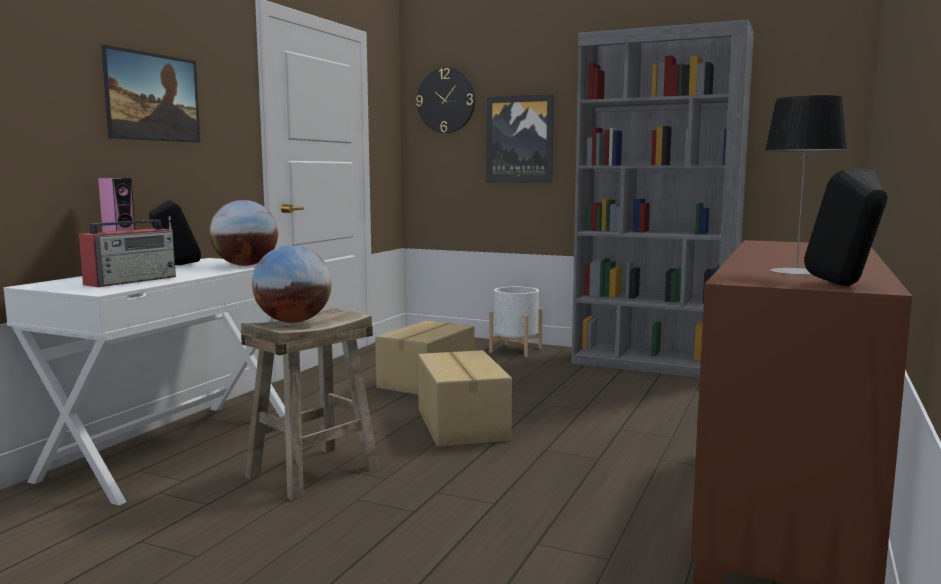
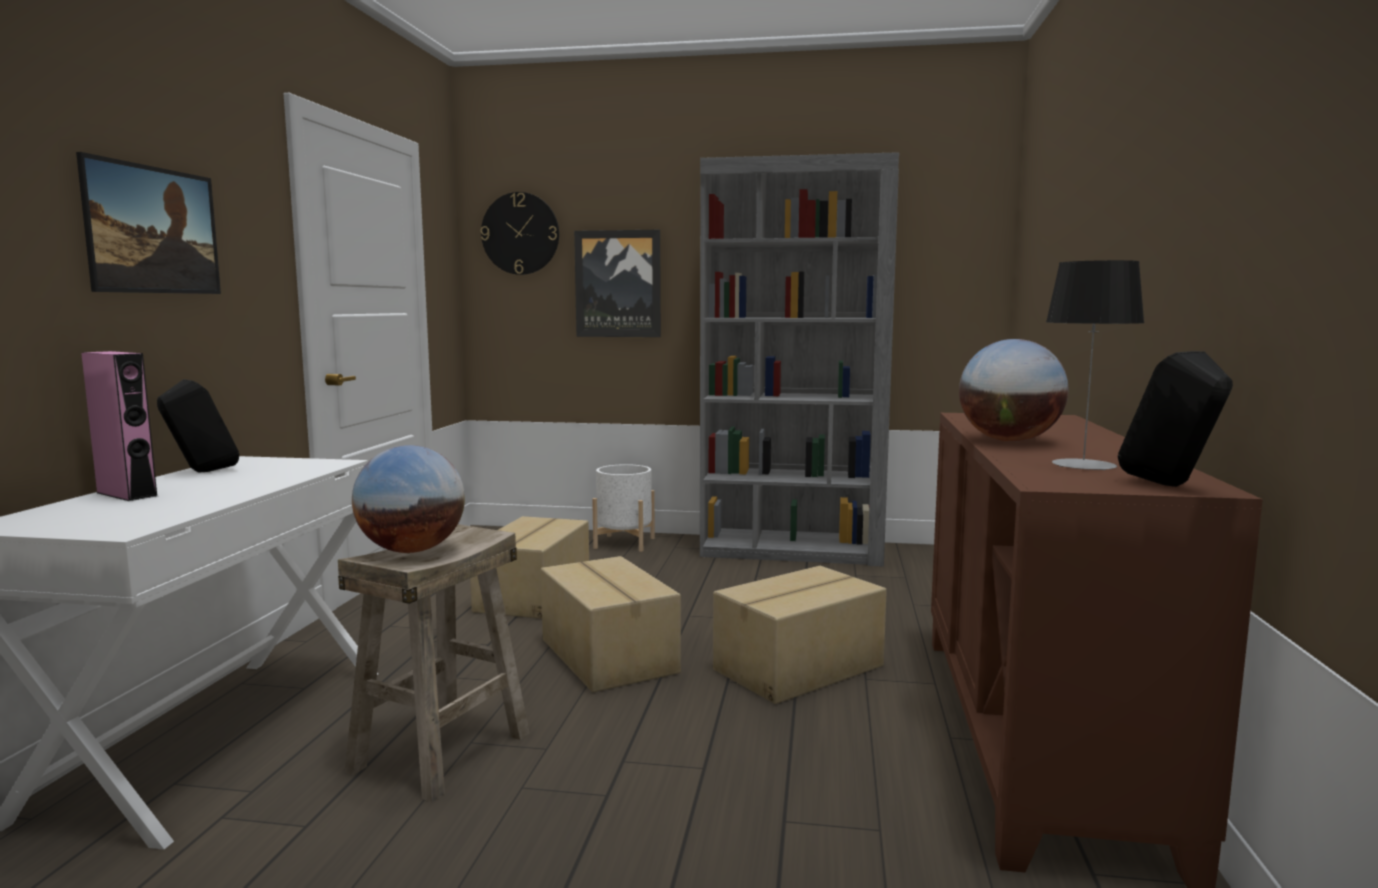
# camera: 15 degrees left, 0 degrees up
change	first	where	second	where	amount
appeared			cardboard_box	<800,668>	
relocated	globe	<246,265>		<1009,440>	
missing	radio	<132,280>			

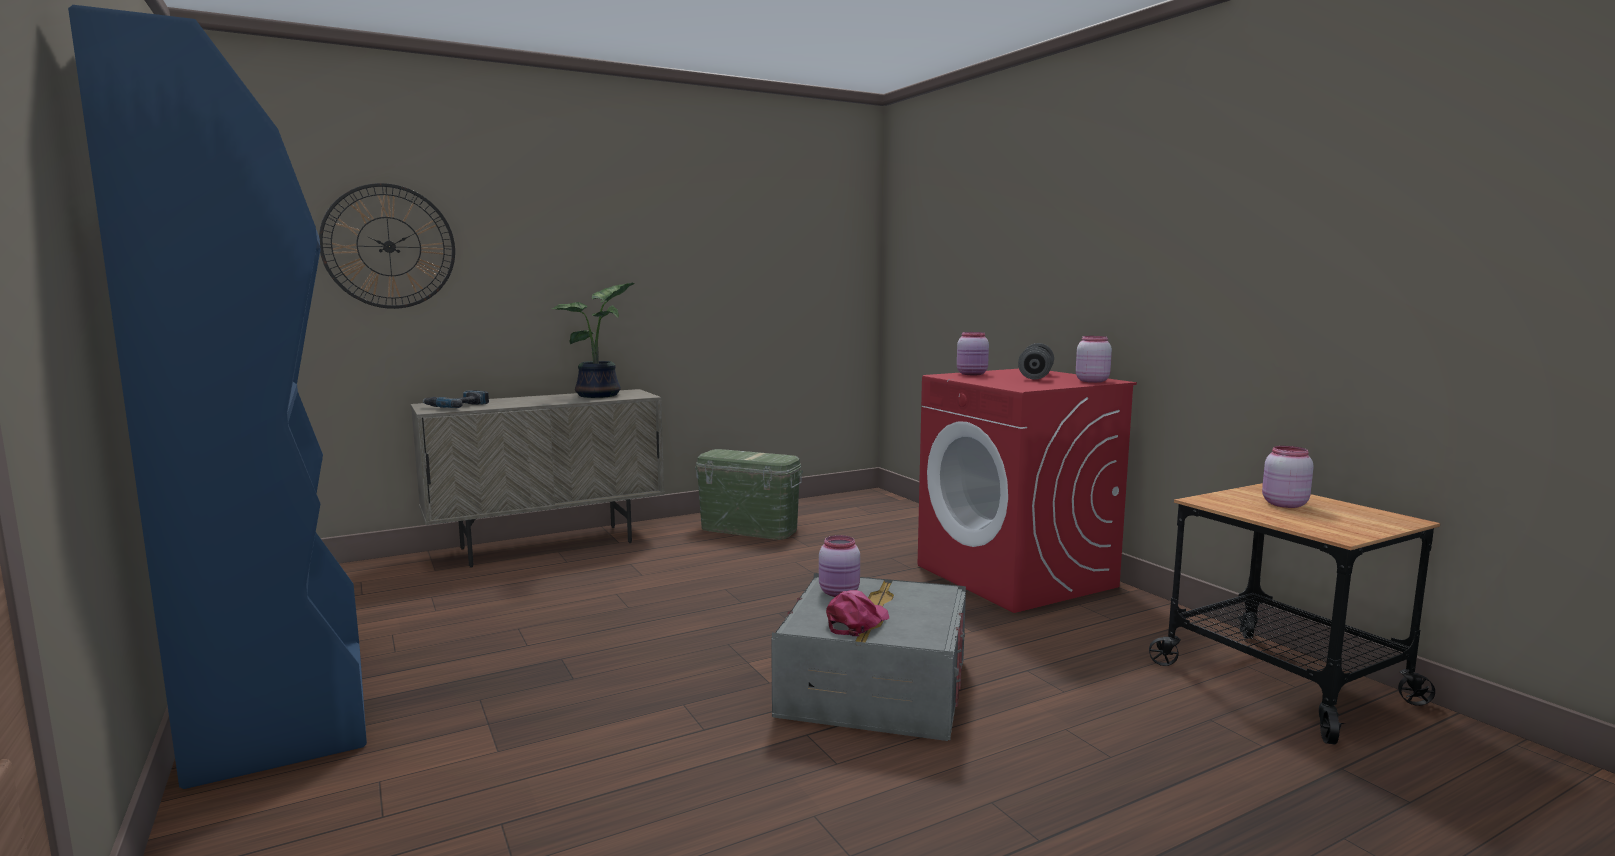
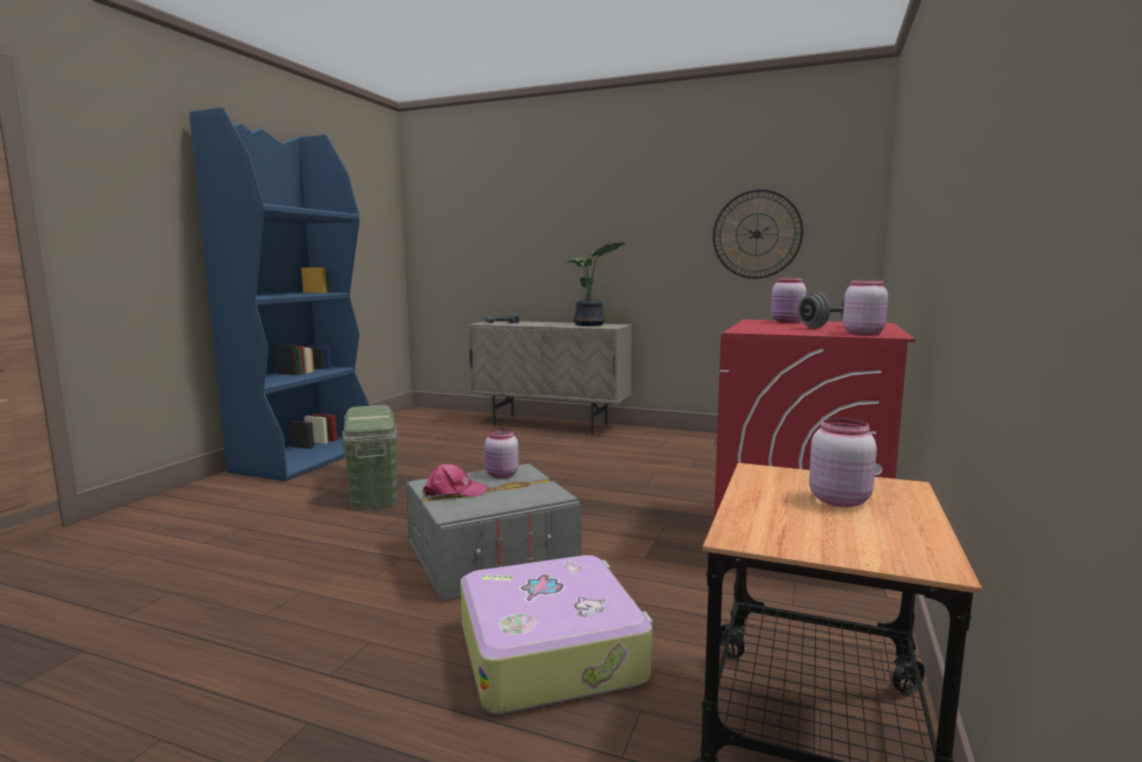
# camera: 50 degrees right, 0 degrees up
change	first	where	second	where	amount
relocated	green_storage_box	<749,529>		<374,491>	
appeared			suitcase	<552,651>	
relocated	wall_clock	<389,246>		<756,234>	

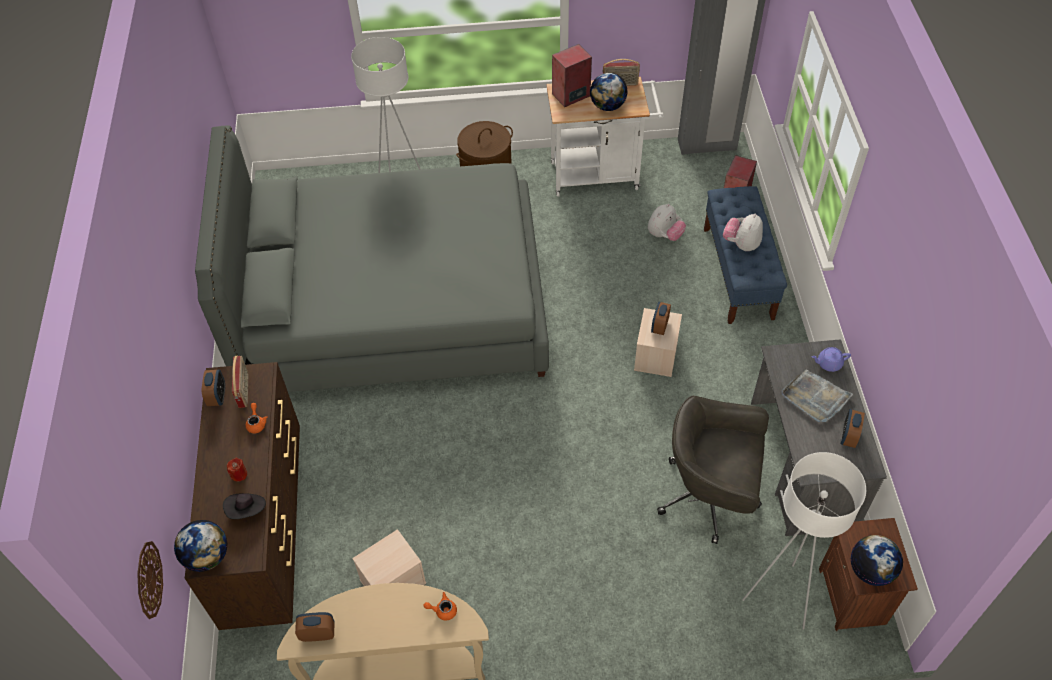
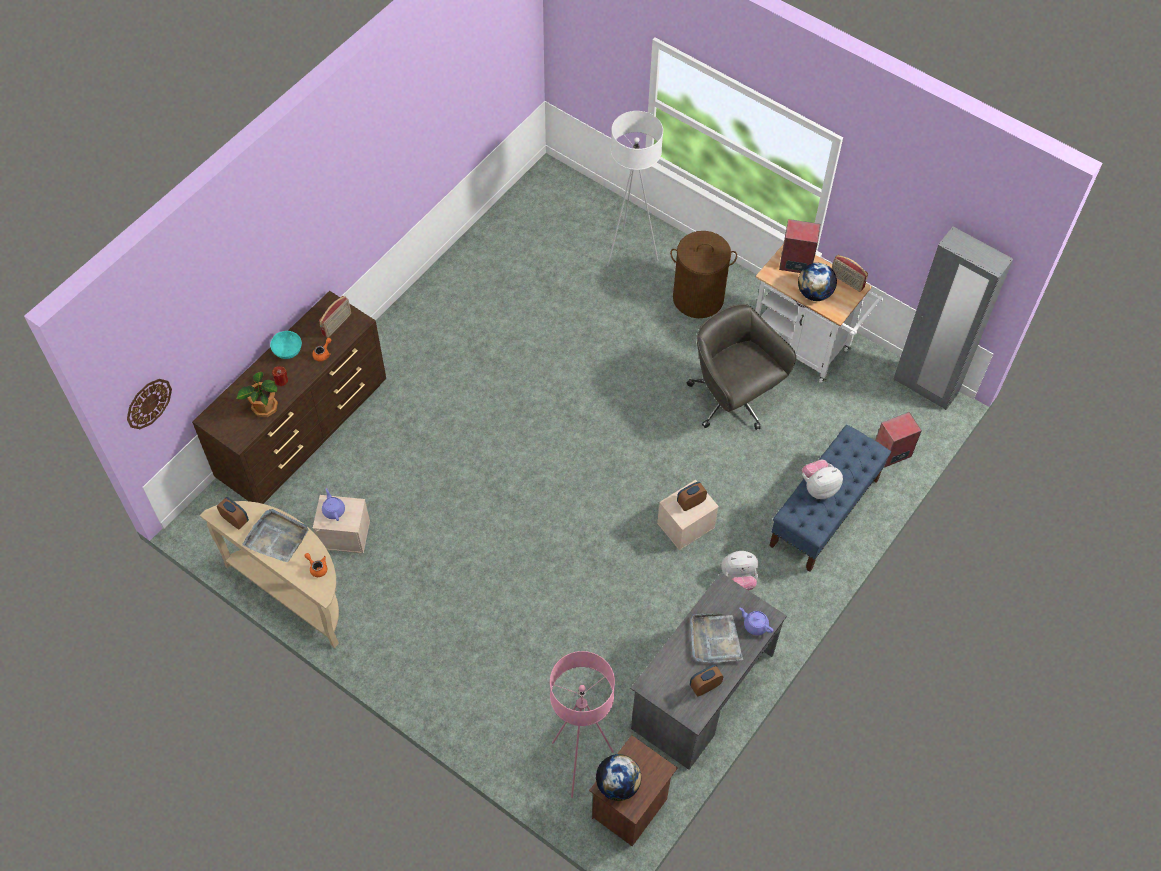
# camera: 40 degrees right, 5 degrees up
change	first	where	second	where	amount
exchanged	black_hat	<247,510>	potted_plant	<264,407>	
appeared			grey_tray	<277,537>	
appeared			turquoise_bowl	<287,350>	
appeared			purple_teapot	<333,510>	
colour	white_floor_lamp	<780,596>	pink_floor_lamp	<580,763>	
relocated	grey_office_chair	<710,496>		<732,400>	
relocated	plush_toy	<664,235>		<738,579>	
missing	globe	<207,557>			
missing	grey_bed	<393,306>			
missing	alarm_clock	<217,396>			

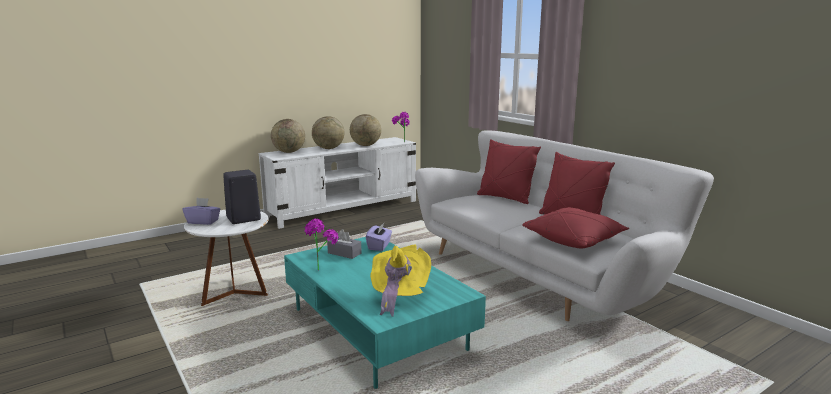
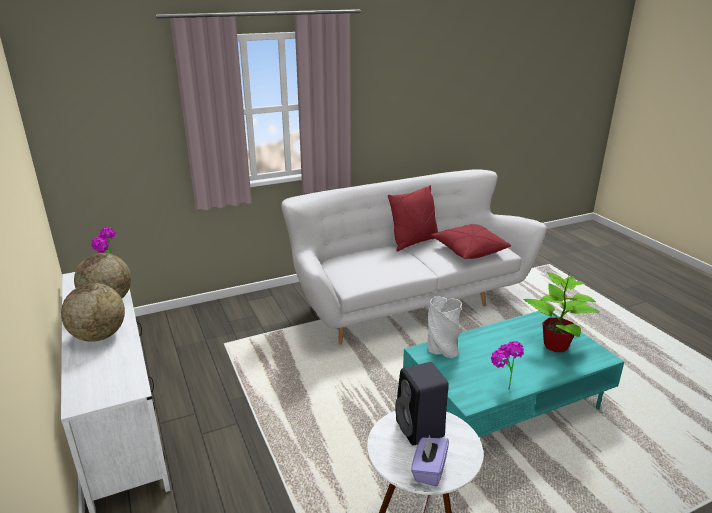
# camera: 80 degrees left, 10 degrees up
change	first	where	second	where	amount
exchanged	purple_tissue_box	<379,246>	grey_vase	<442,348>	
exchanged	yellow_hat	<398,295>	potted_plant	<556,346>	
missing	globe	<289,152>			
missing	grey_tissue_box	<344,253>			
missing	red_pillow	<505,198>			

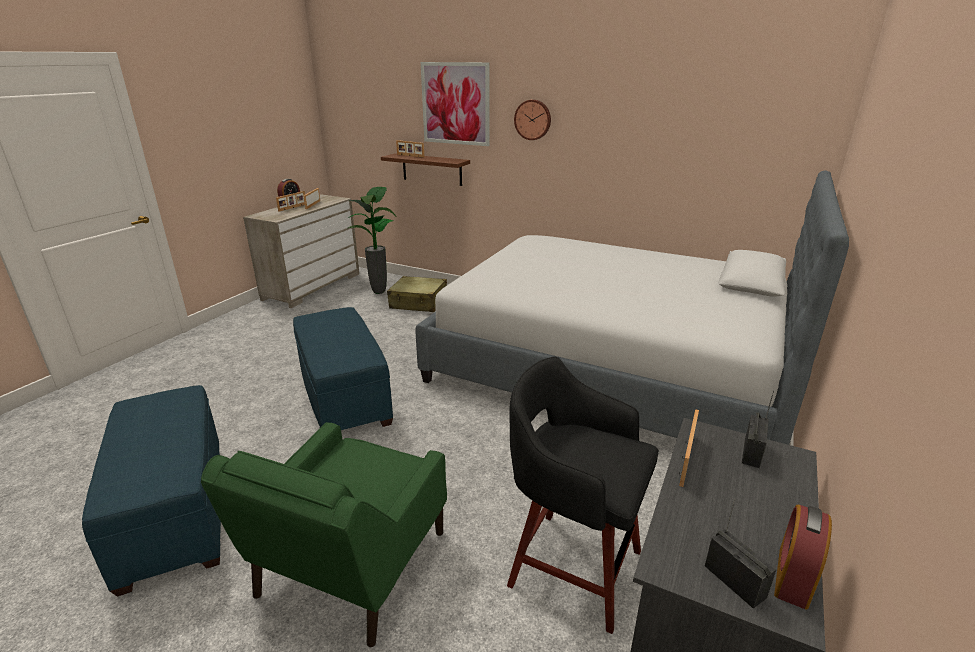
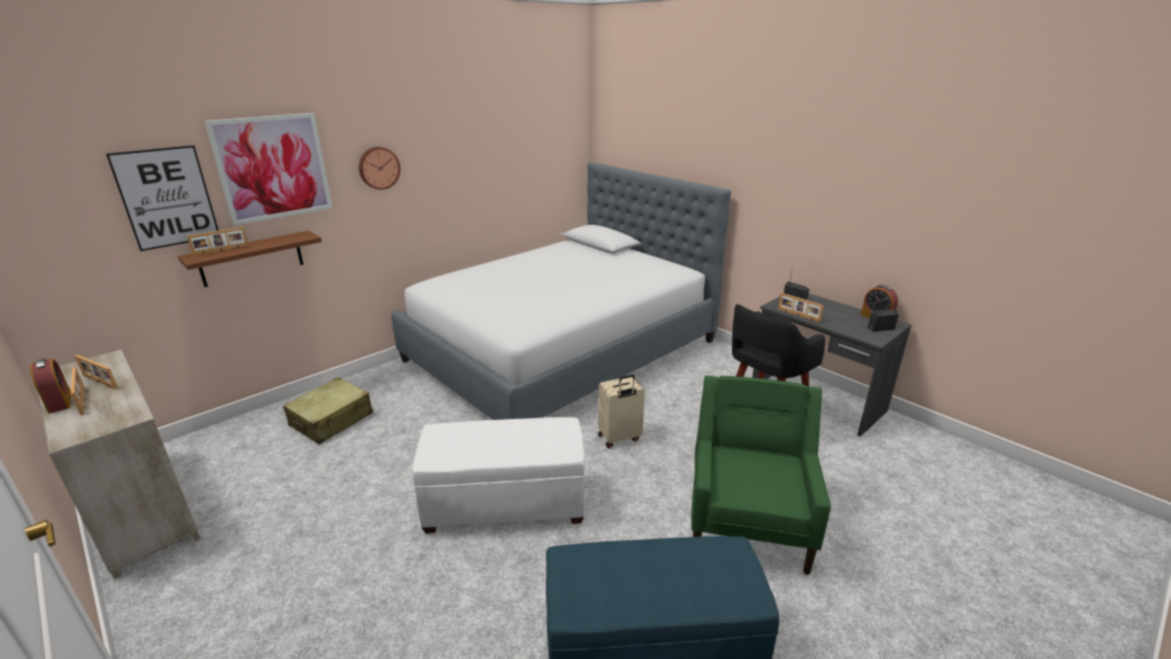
# camera: 70 degrees left, 0 degrees up
change	first	where	second	where	amount
appeared			picture	<167,197>	
colour	blue_ottoman	<343,396>	white_ottoman	<504,503>	
appeared			beige_suitcase	<619,438>	
spun	green_armchair	<351,566>		<748,520>	120 degrees counterclockwise
missing	potted_plant	<380,292>			

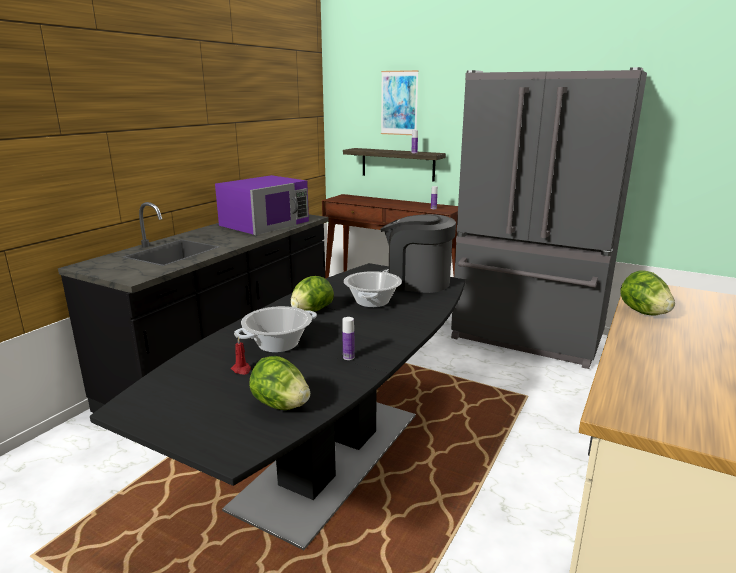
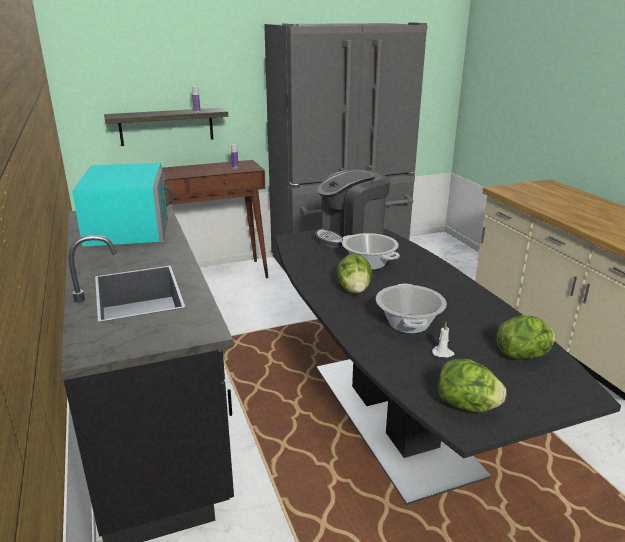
# camera: 50 degrees left, 5 degrees up
change	first	where	second	where	amount
colour	purple_microwave	<265,223>	turquoise_microwave	<129,227>	
colour	red_candle	<241,370>	white_candle	<443,353>	
relocated	lettuce	<643,312>		<467,406>	
missing	bottle	<348,357>			
missing	picture	<399,103>			

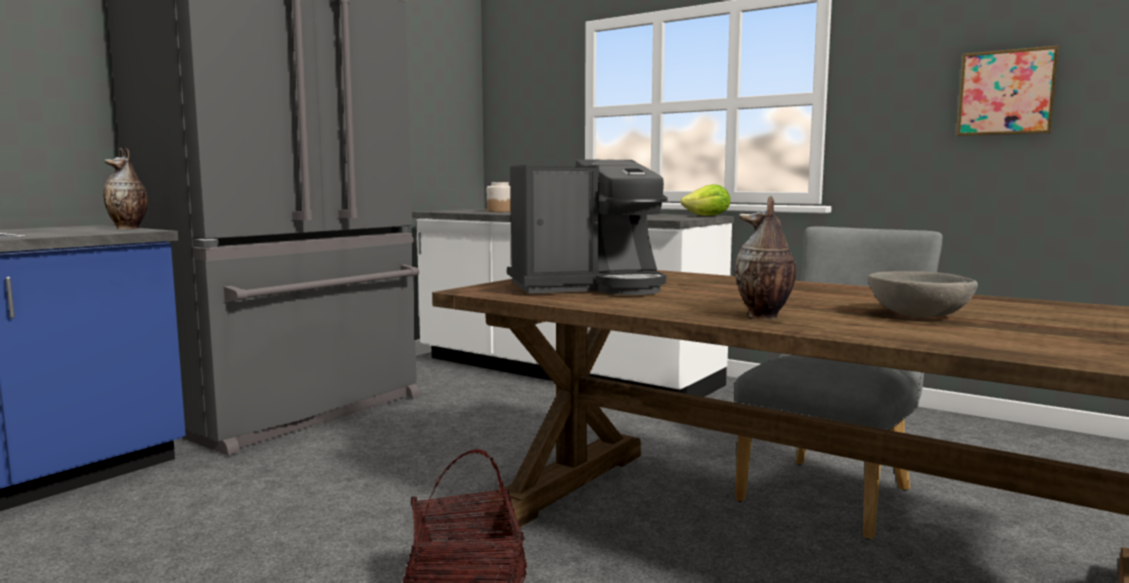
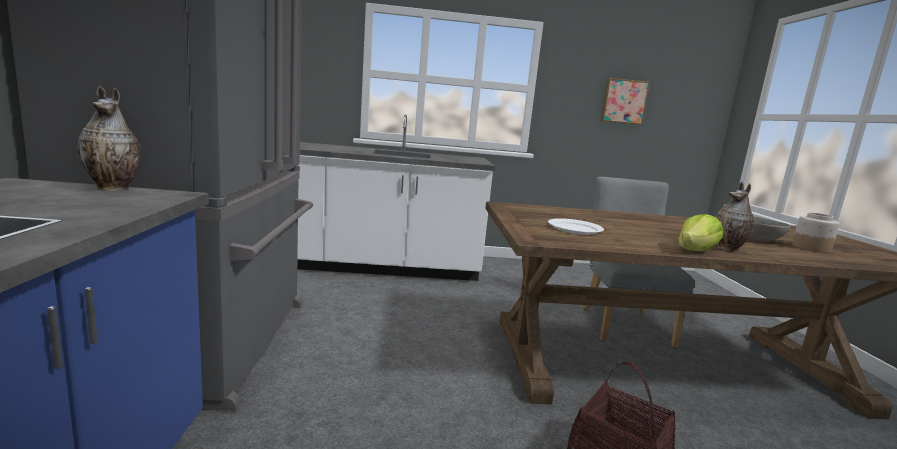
# camera: 40 degrees left, 5 degrees up
change	first	where	second	where	amount
exchanged	coffee_machine	<588,287>	white_plate	<574,228>	
relocated	lettuce	<708,216>		<696,251>	
relocated	jar	<500,211>		<810,248>	

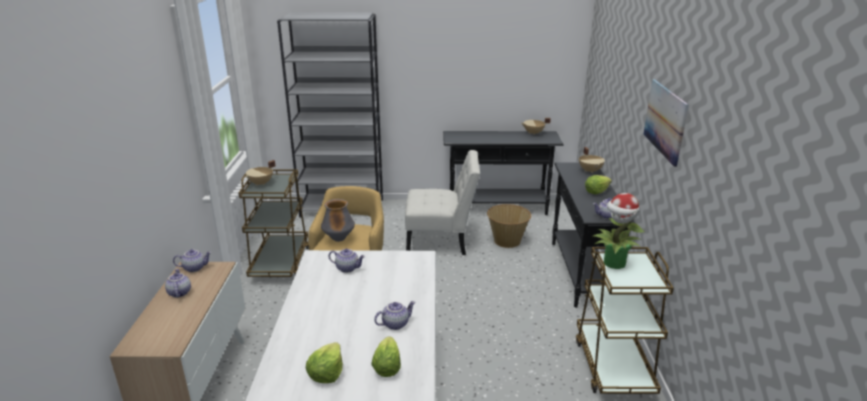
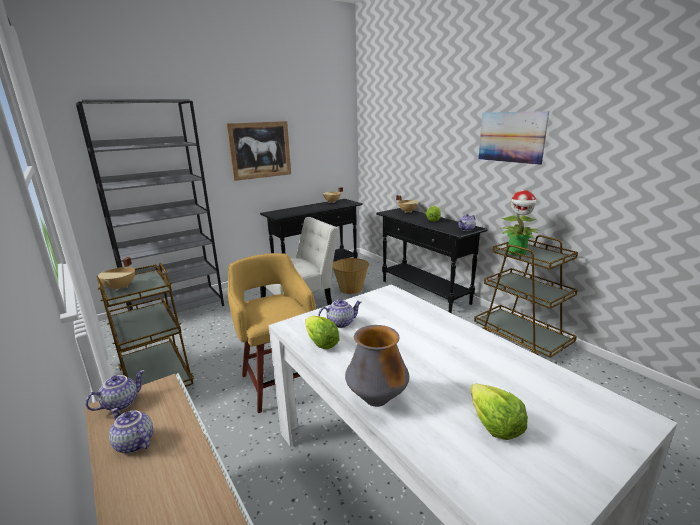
# camera: 35 degrees left, 5 degrees down
change	first	where	second	where	amount
appeared			picture	<260,150>	
relocated	lettuce	<387,367>		<321,343>	
relocated	vase	<339,239>		<377,400>	
missing	teapot	<395,324>			

